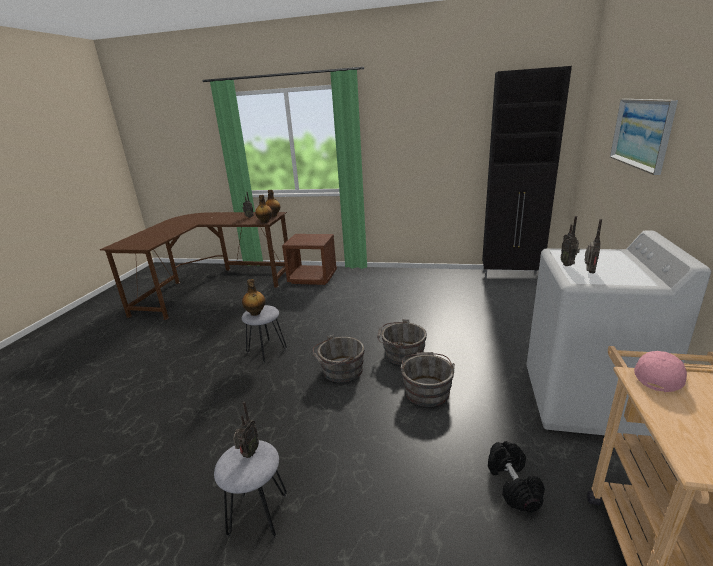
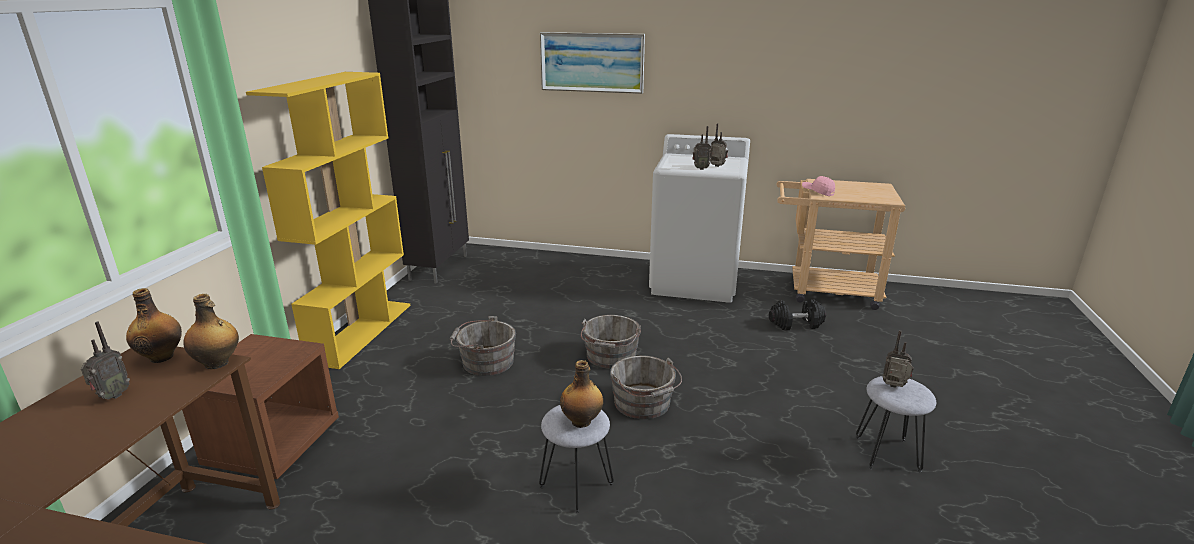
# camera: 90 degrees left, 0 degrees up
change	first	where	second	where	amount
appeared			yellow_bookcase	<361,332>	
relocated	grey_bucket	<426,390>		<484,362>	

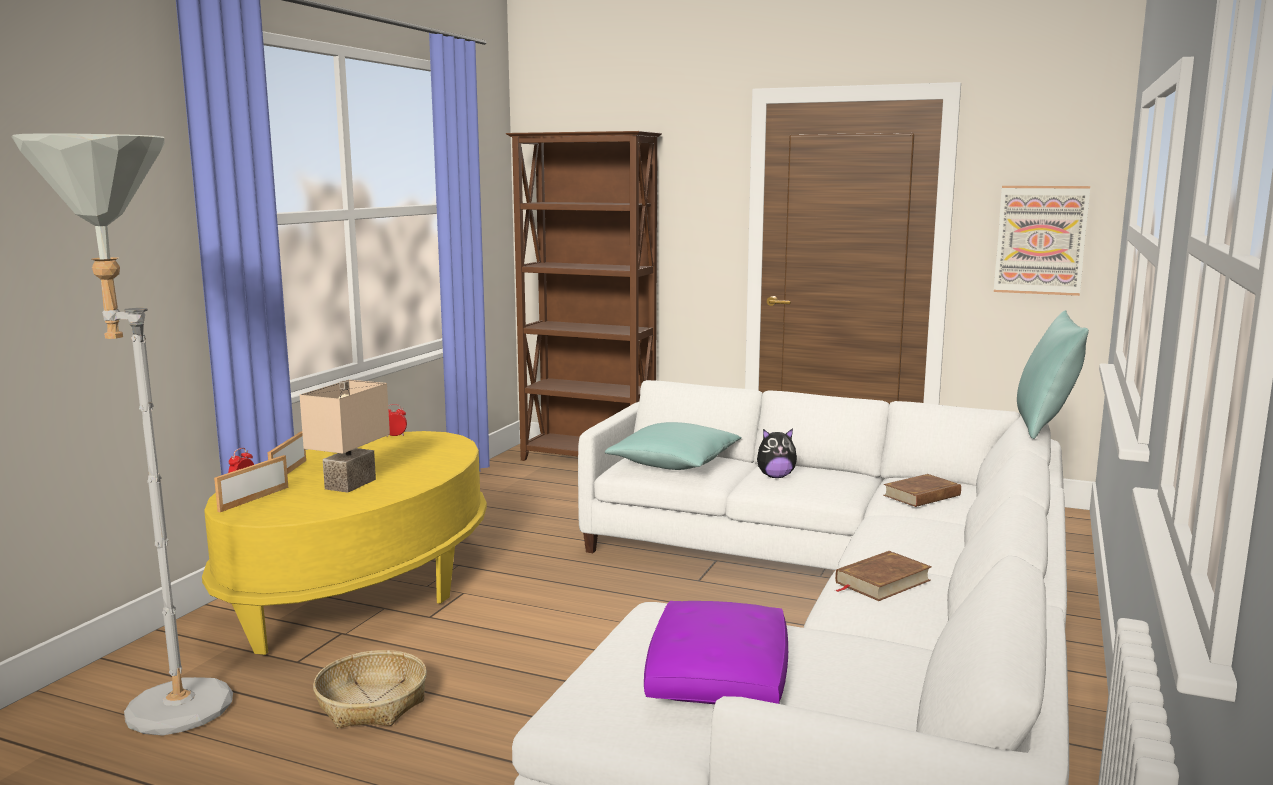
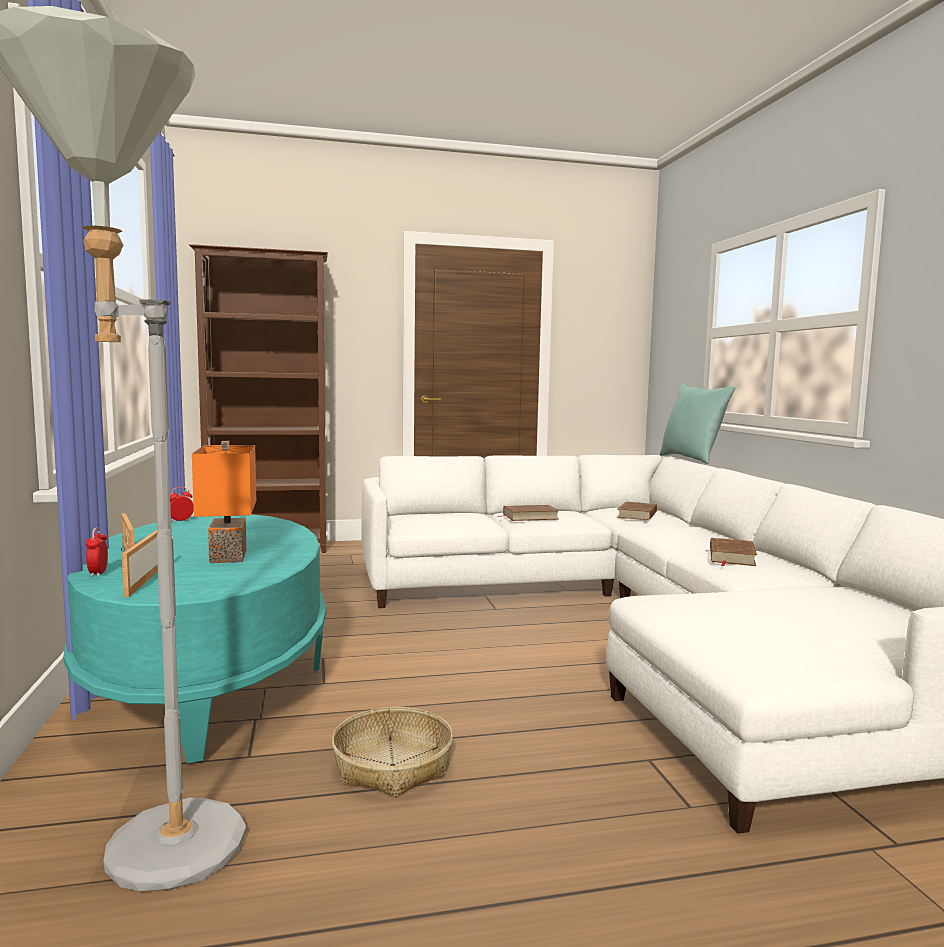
# camera: 35 degrees left, 5 degrees down
change	first	where	second	where	amount
colour	yellow_coffee_table	<361,586>	turquoise_coffee_table	<209,676>	
colour	beige_table_lamp	<352,484>	orange_table_lamp	<231,556>	
exchanged	plush_toy	<775,476>	brown_book	<530,517>	
missing	turquoise_pillow	<674,464>			
missing	purple_pillow	<718,677>			
missing	picture	<1040,240>			

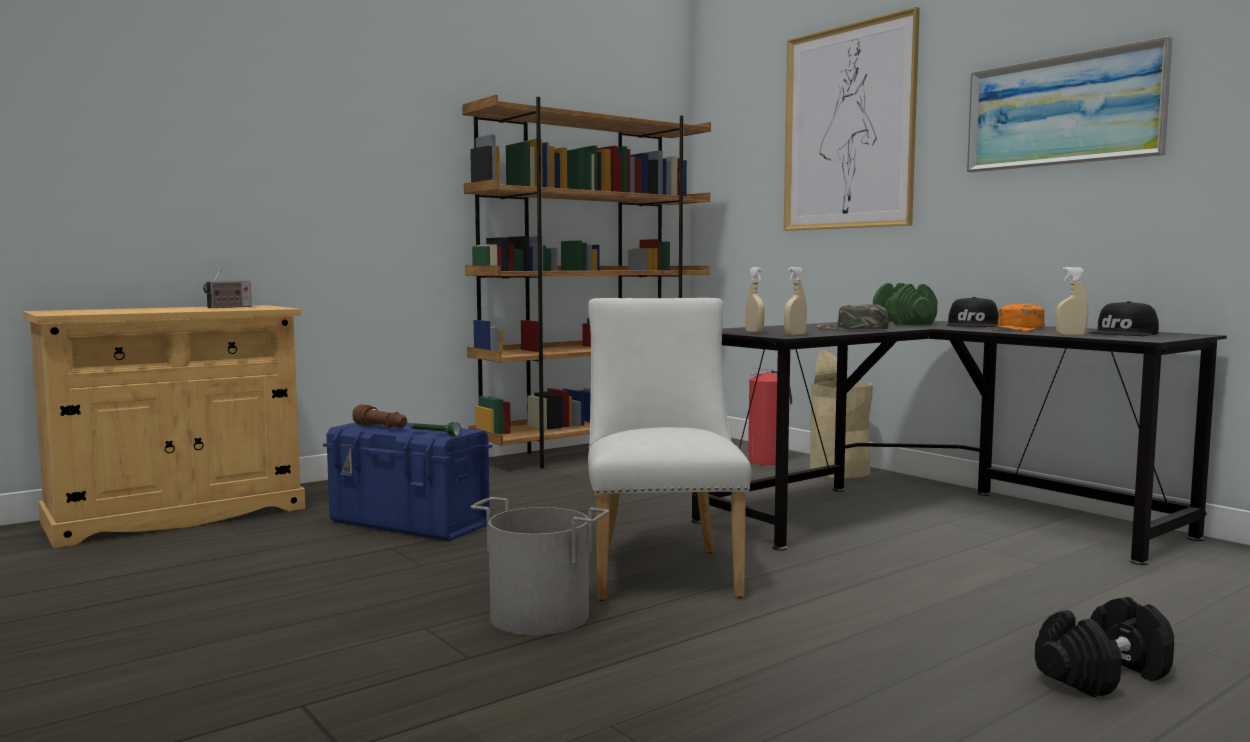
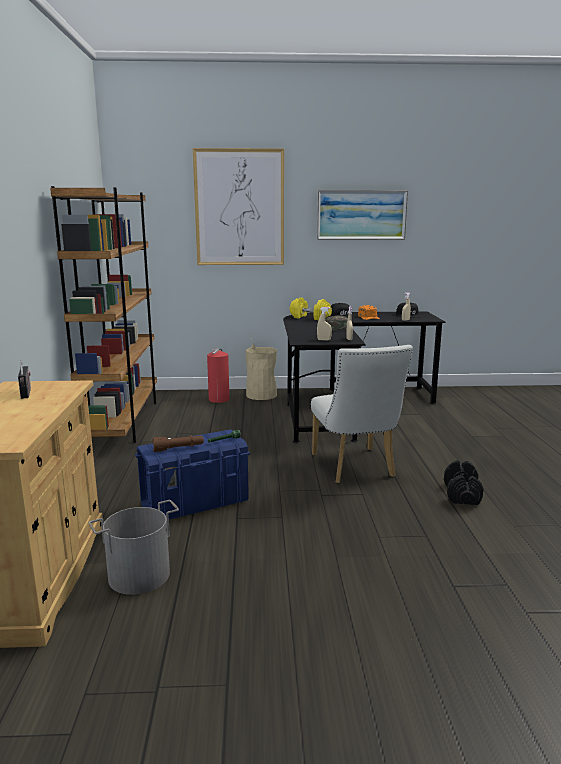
# camera: 55 degrees left, 10 degrees up
change	first	where	second	where	amount
relocated	grey_bucket	<539,616>		<139,576>	
colour	green_dumbbell	<904,323>	yellow_dumbbell	<310,317>	
spun	white_chair	<662,569>		<355,468>	135 degrees counterclockwise
relocated	black_dumbbell	<1102,675>		<461,494>	

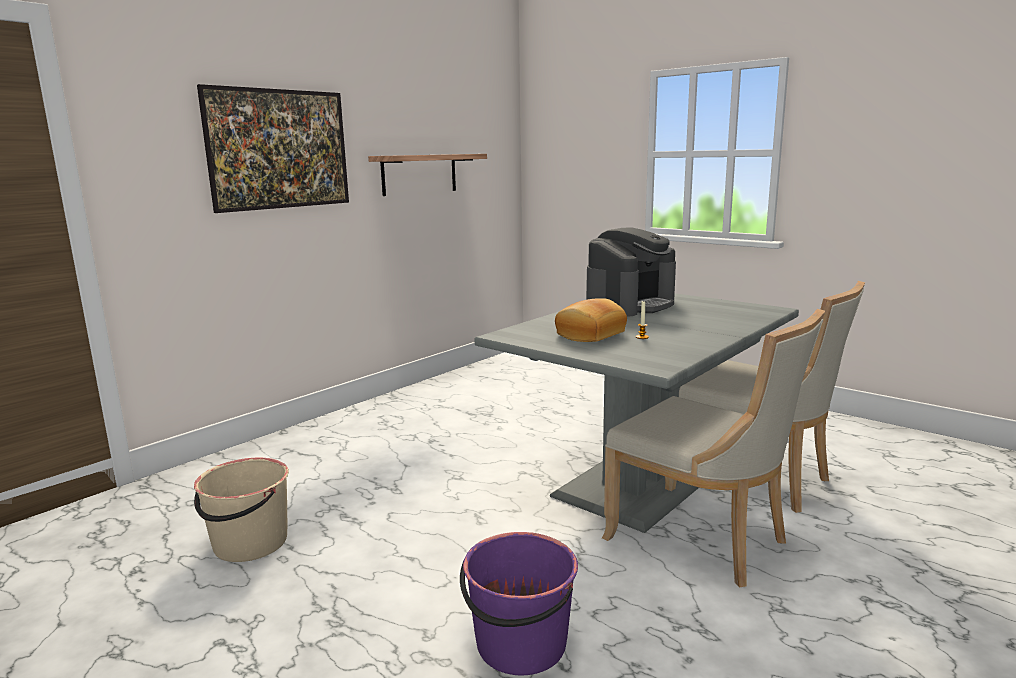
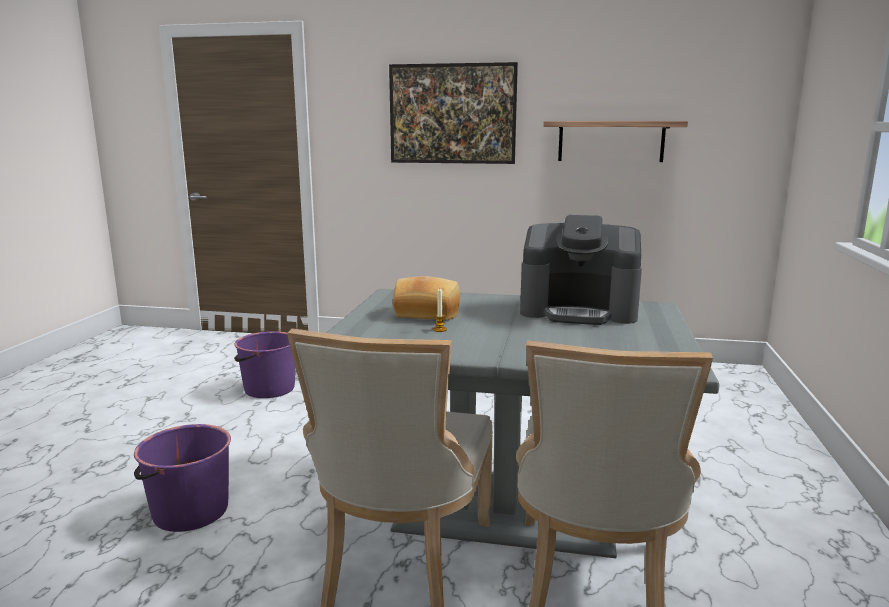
# camera: 60 degrees right, 0 degrees up
change	first	where	second	where	amount
colour	beige_bucket	<249,543>	purple_bucket	<268,389>	

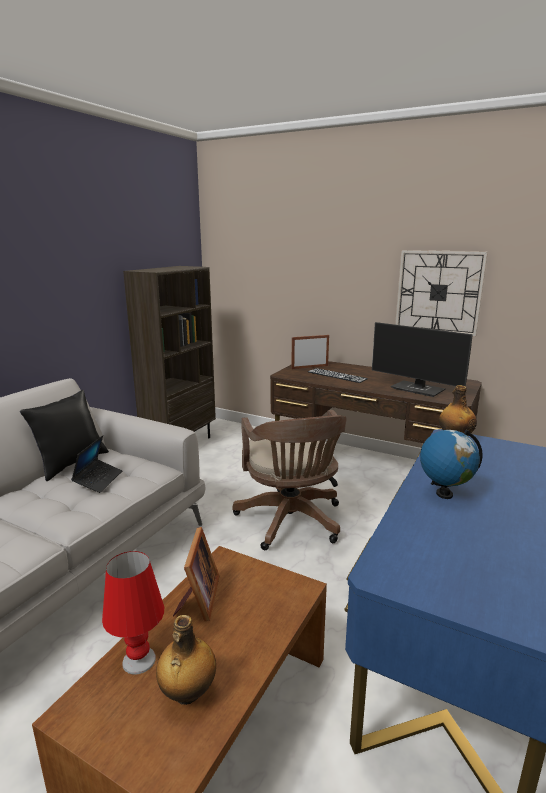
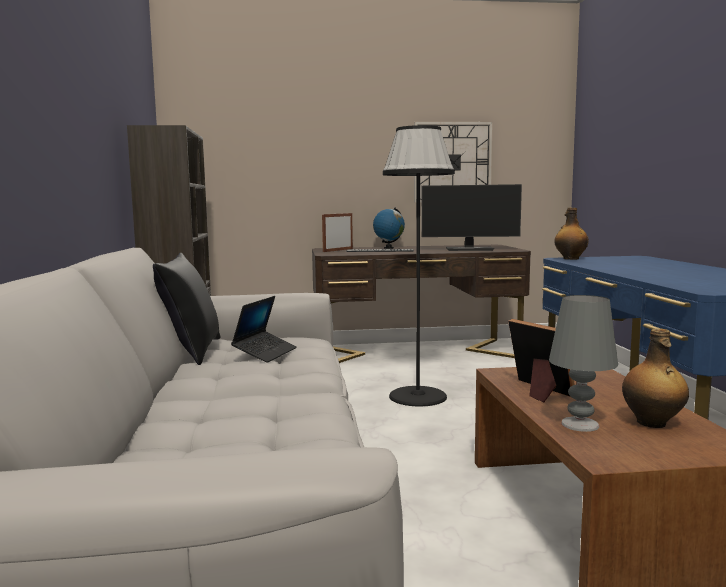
# camera: 35 degrees left, 10 degrees down
change	first	where	second	where	amount
spun	laptop	<98,480>		<265,353>	45 degrees clockwise
relocated	globe	<444,494>		<388,248>	
exchanged	brown_office_chair	<291,523>	black_floor_lamp	<418,396>	
colour	red_table_lamp	<139,660>	grey_table_lamp	<580,424>	

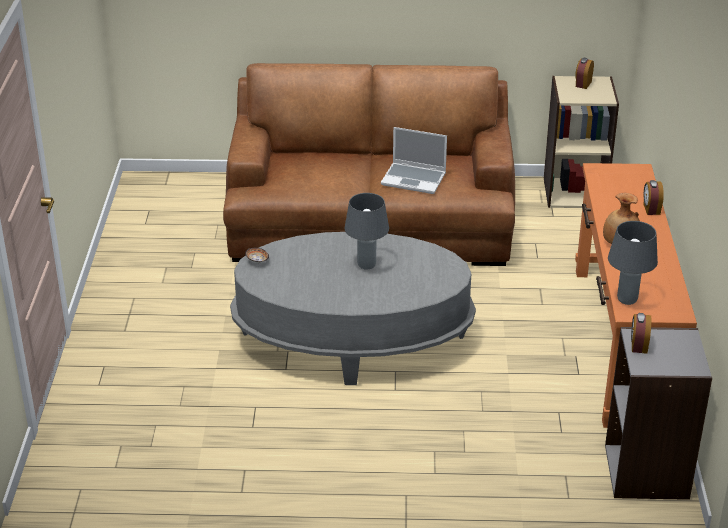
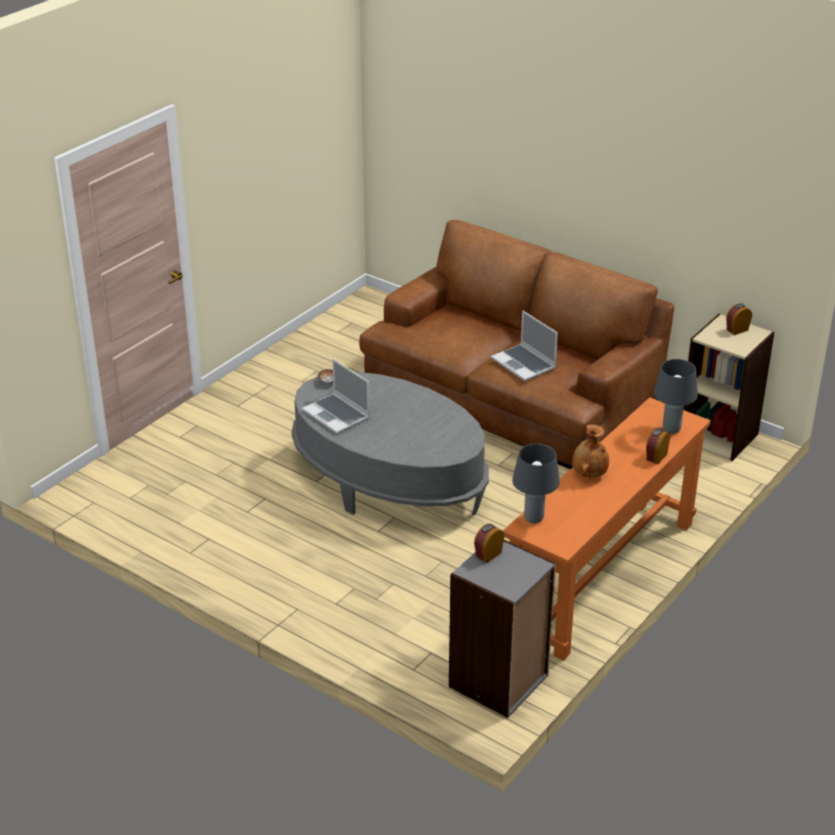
# camera: 35 degrees right, 0 degrees up
change	first	where	second	where	amount
appeared			laptop	<337,415>	
relocated	grey_table_lamp	<367,265>		<672,429>	

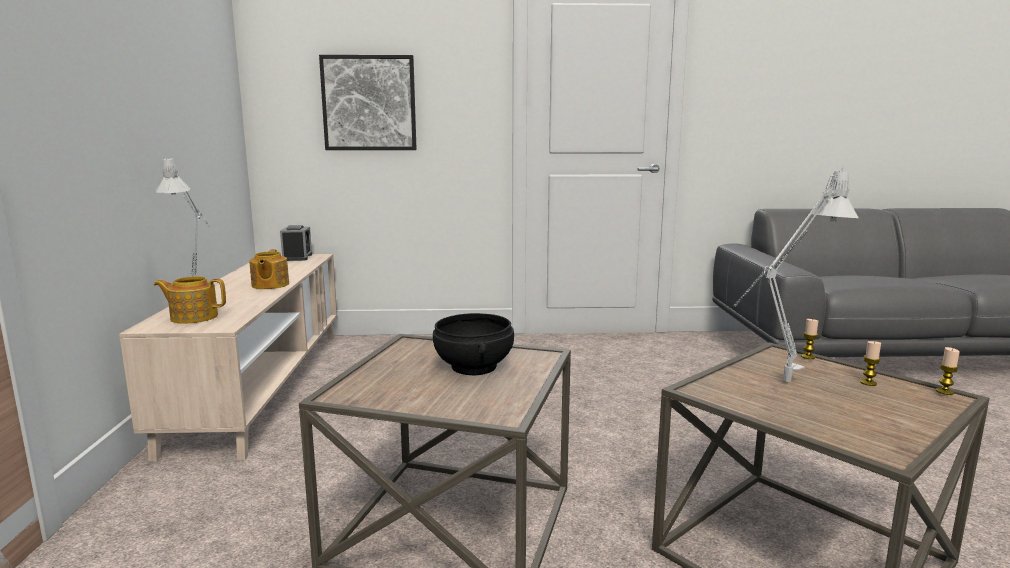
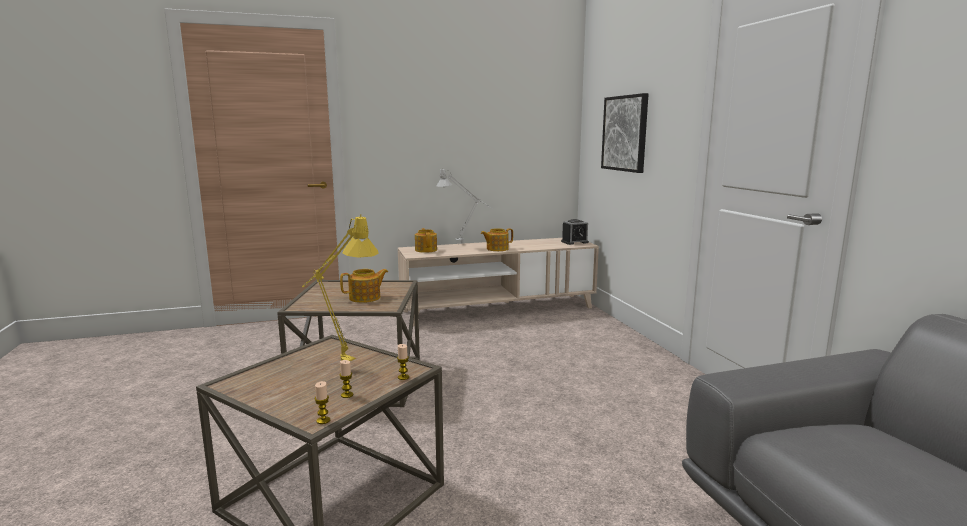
# camera: 75 degrees right, 0 degrees up
change	first	where	second	where	amount
colour	grey_table_lamp	<780,386>	yellow_table_lamp	<339,365>	
exchanged	black_bowl	<475,367>	teapot	<365,298>	

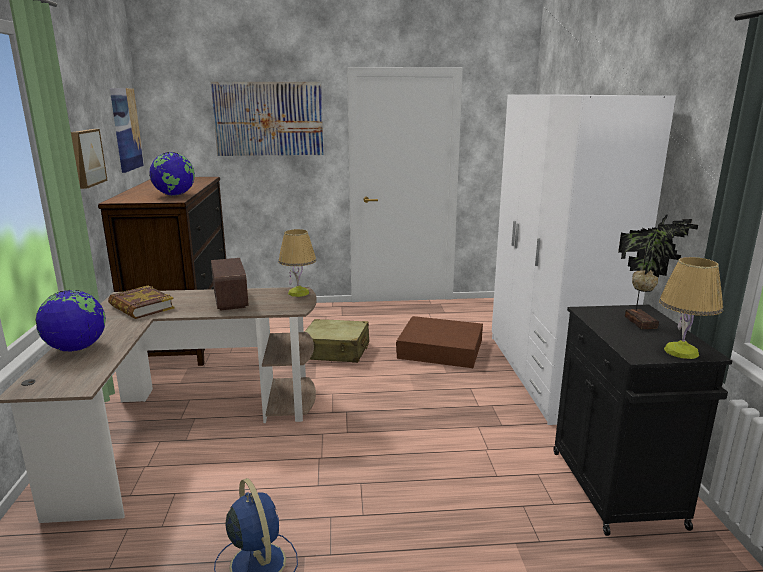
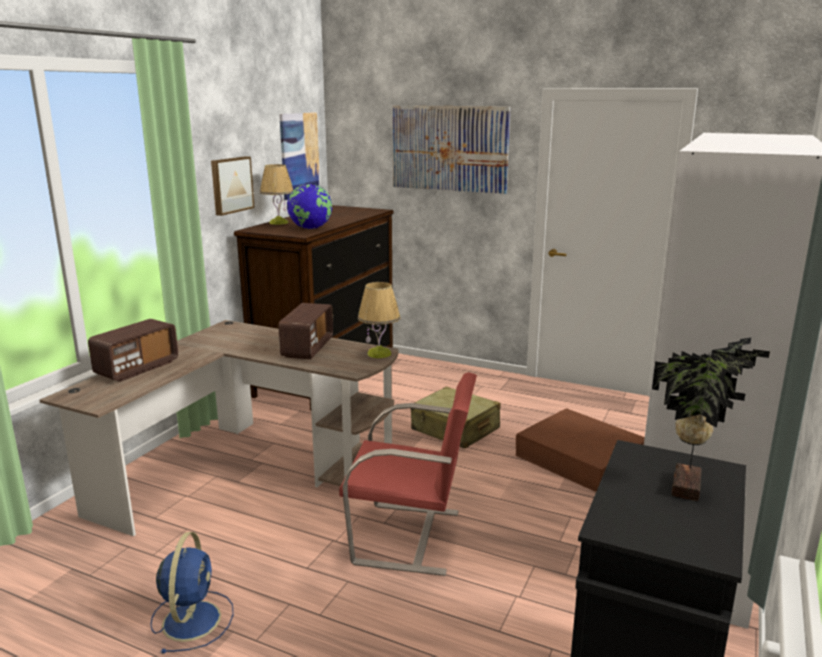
# camera: 30 degrees right, 0 degrees up
change	first	where	second	where	amount
exchanged	globe	<76,348>	radio	<137,368>	
relocated	table_lamp	<681,352>		<278,223>	
appeared			red_chair	<410,537>	
missing	book	<141,307>			

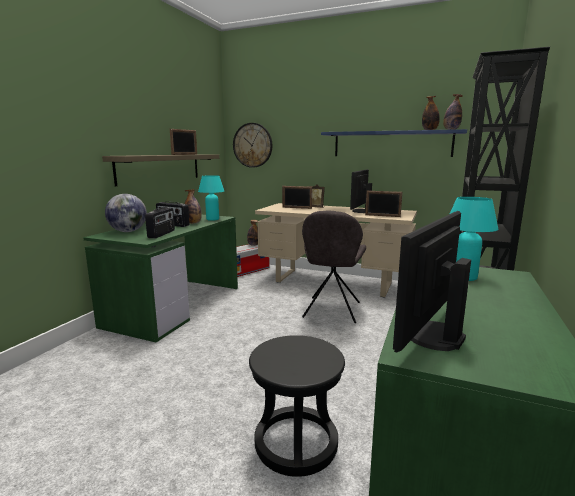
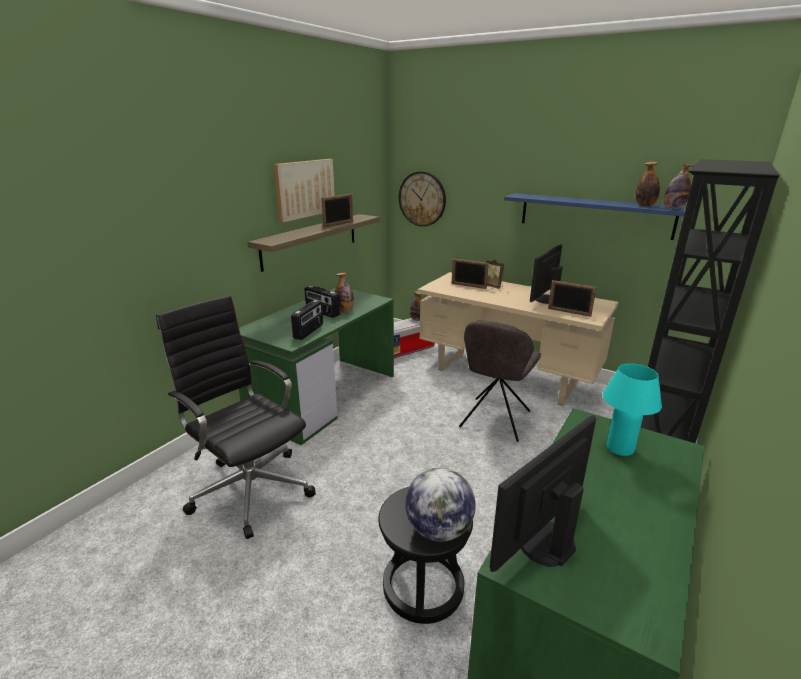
# camera: 10 degrees right, 10 degrees up
change	first	where	second	where	amount
appeared			black_office_chair	<250,488>	
appeared			picture	<305,189>	
relocated	globe	<128,231>		<438,529>	
missing	turquoise_table_lamp	<212,219>			

